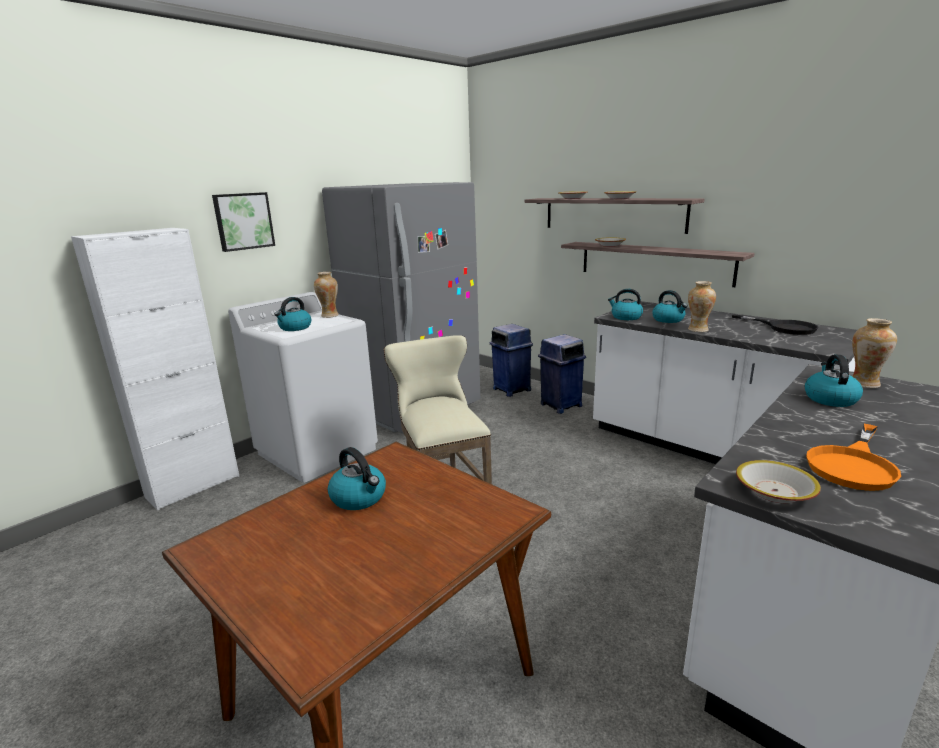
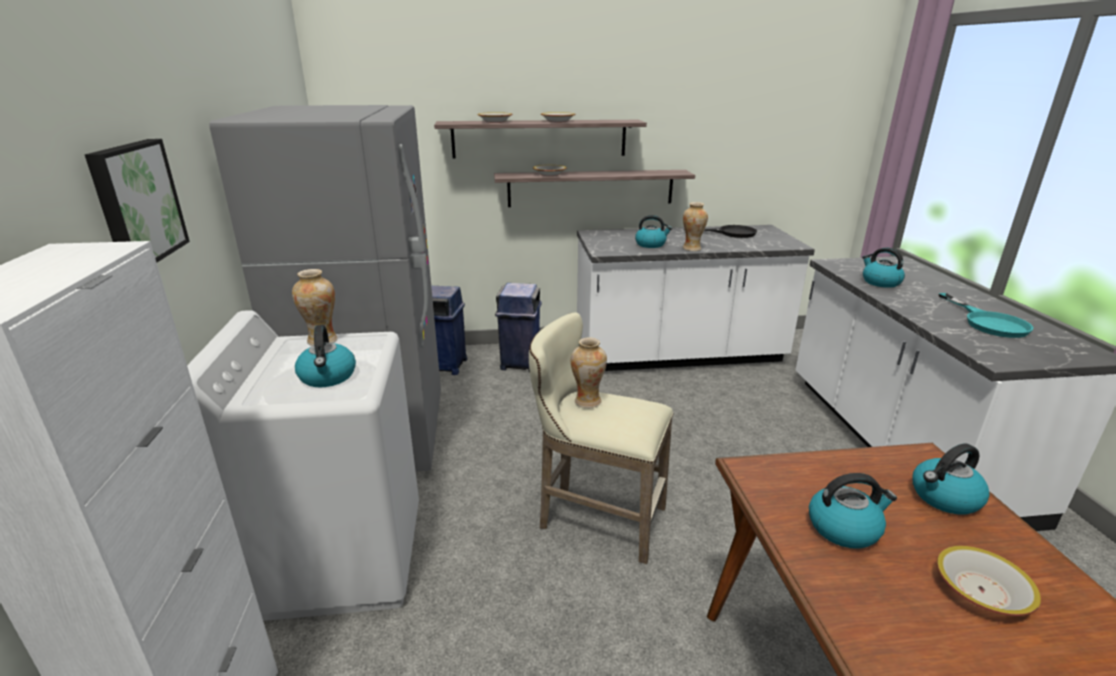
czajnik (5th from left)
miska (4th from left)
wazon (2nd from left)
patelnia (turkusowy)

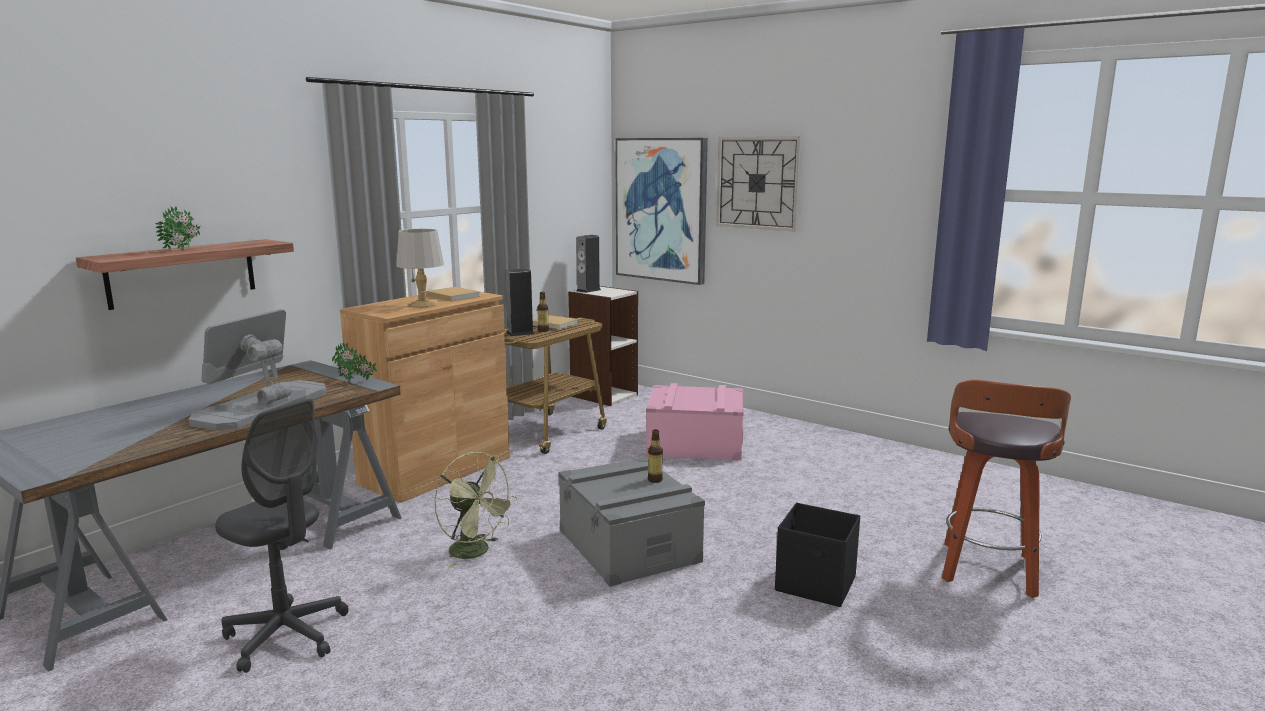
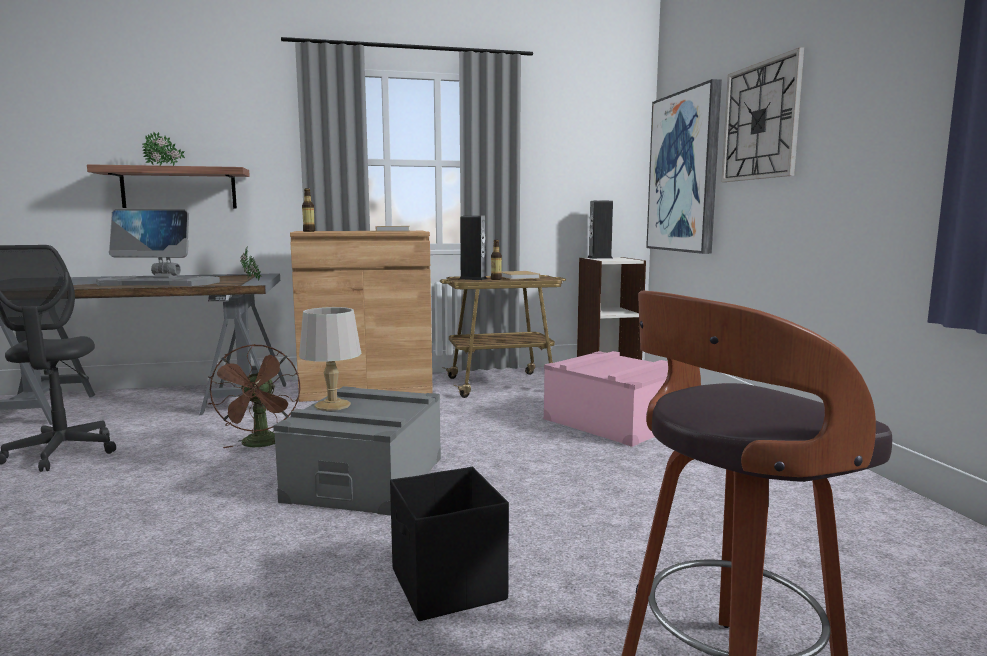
lampa stołowa (szary)
butelka (1st from left)
wentylator (brązowy)
monitor

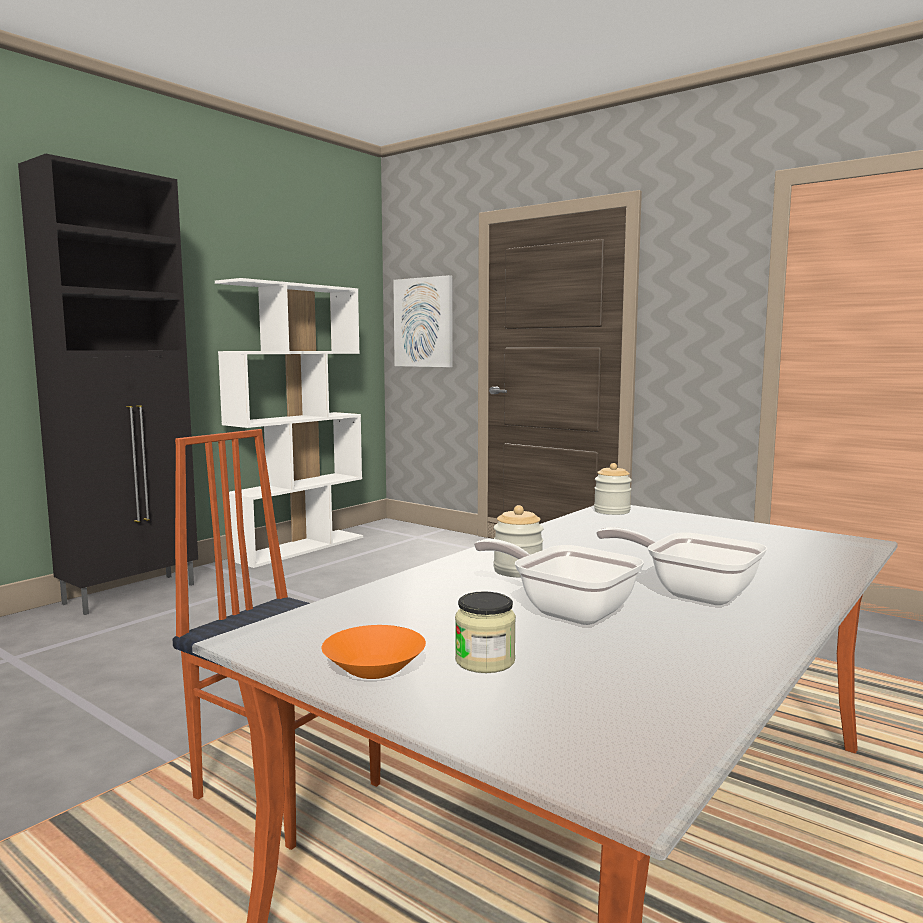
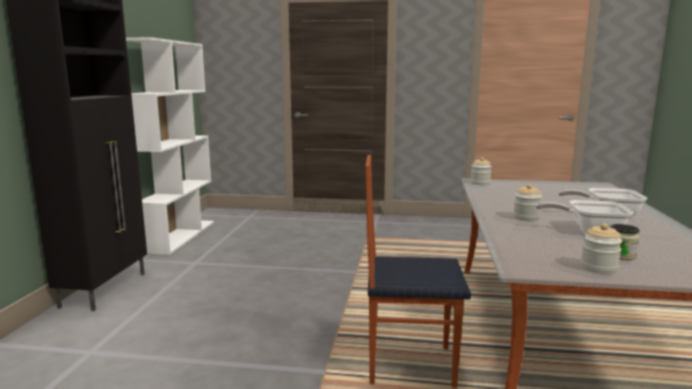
obraz
słoik (3rd from left)

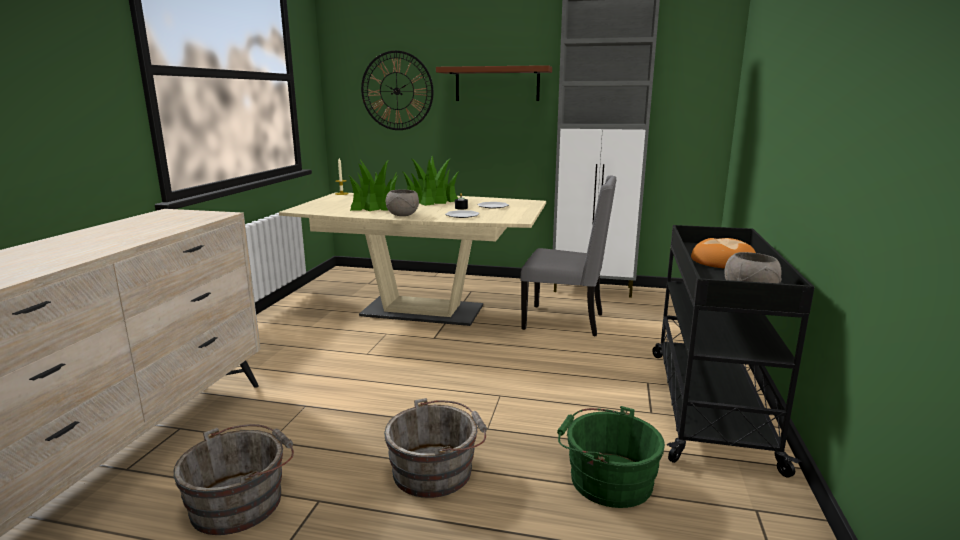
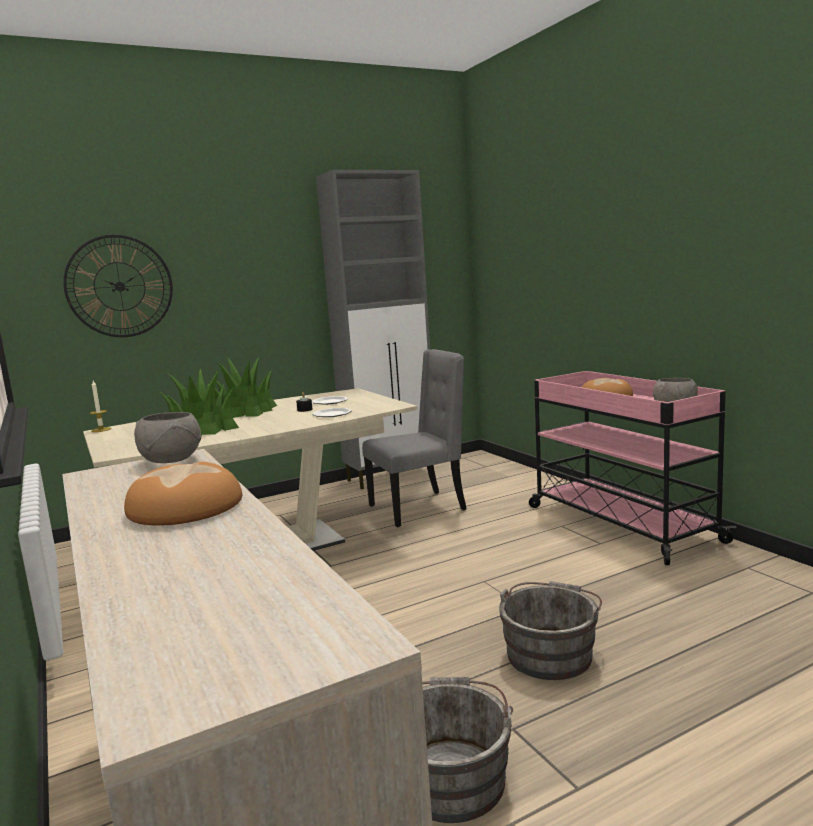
półka (brązowy)
wiadro (zielony)
chleb (1st from left)
miska (szary) (1st from left)
wózek (różowy)

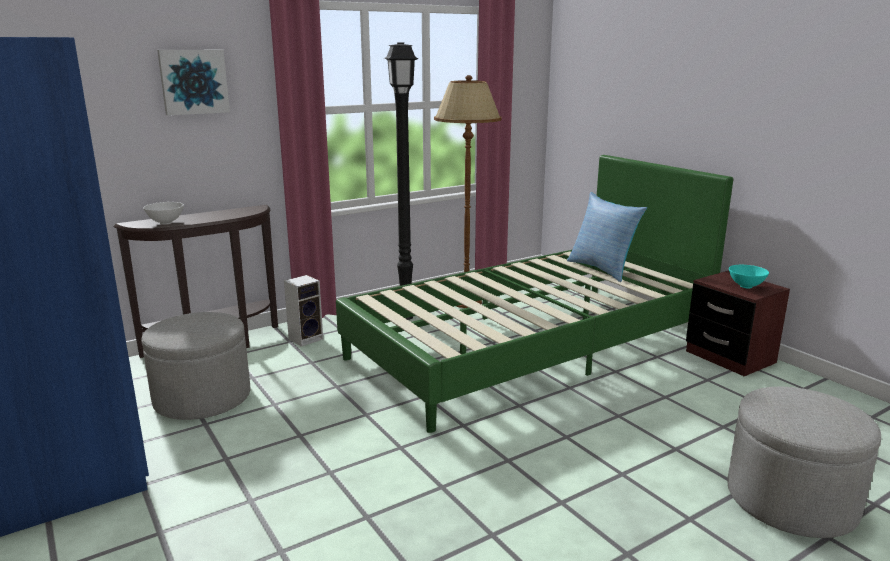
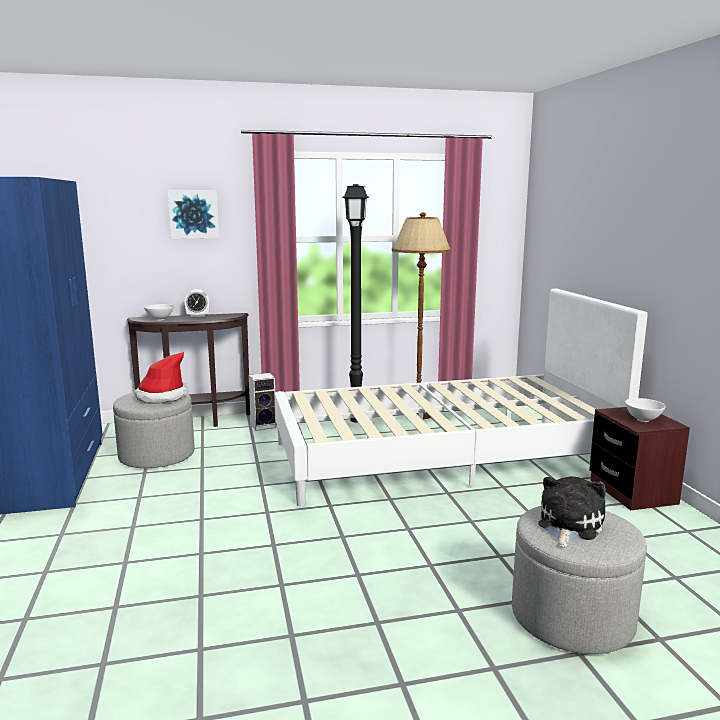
poduszka
kapelusz
budzik
pluszak
łóżko (biały)
miska (biały) (2nd from left)

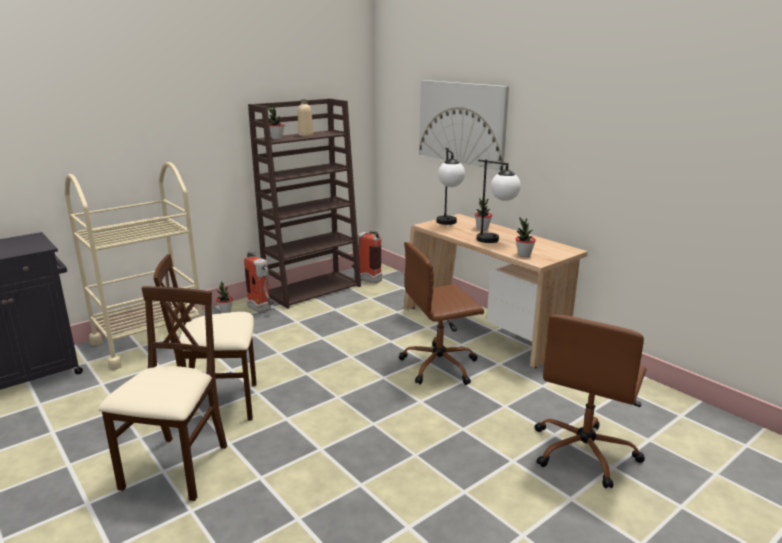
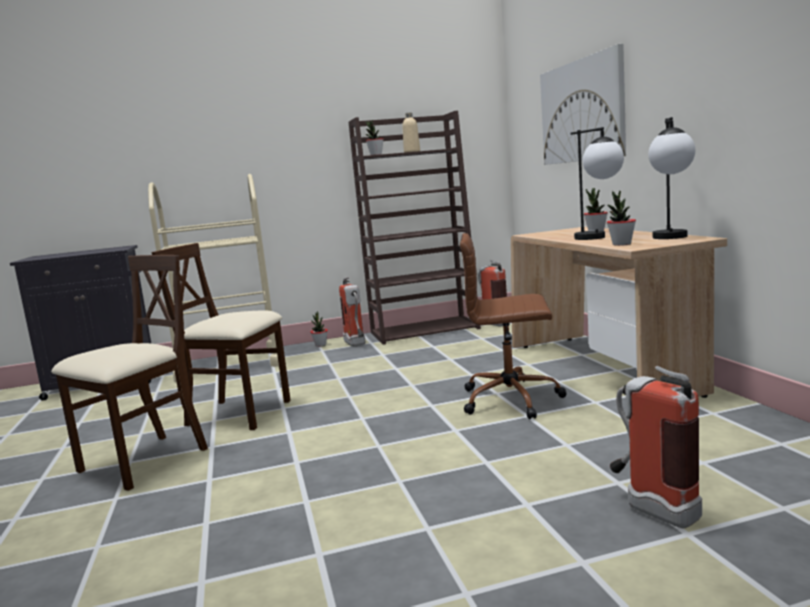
lampa stołowa (2nd from left)
gaśnica (3rd from left)

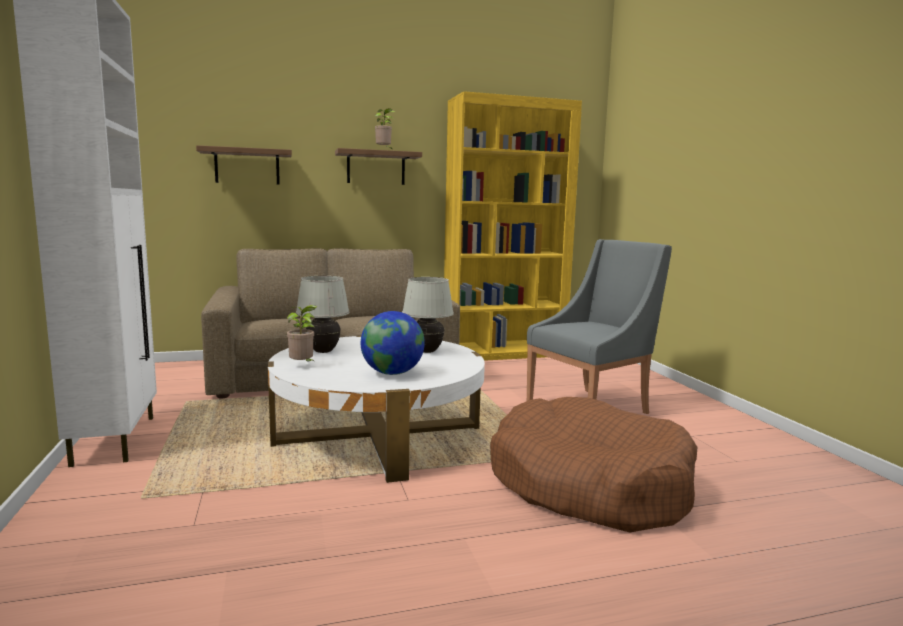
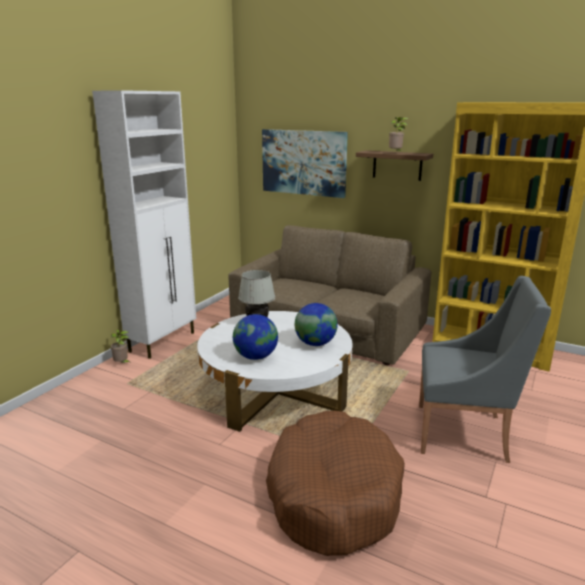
roślina doniczkowa (1st from left)
obraz
globus (2nd from left)

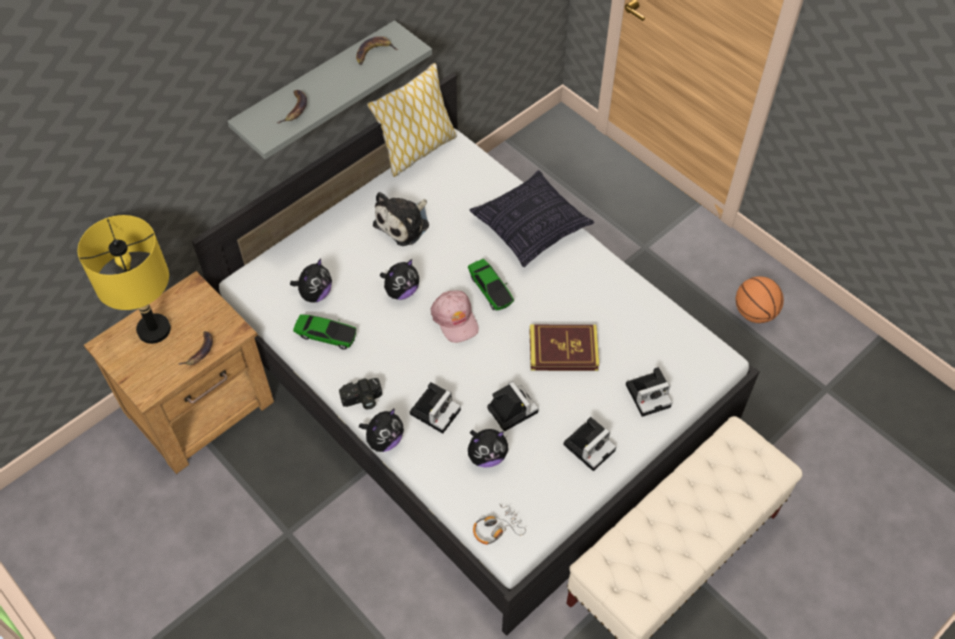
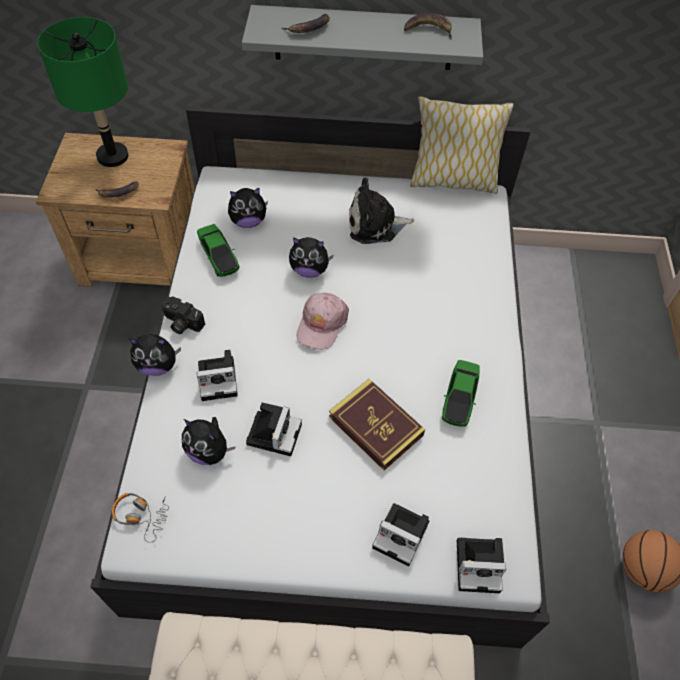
poduszka (2nd from left in the first image)
samochodzik (2nd from left)
aparat fotograficzny (5th from left)
lampa stołowa (zielony)

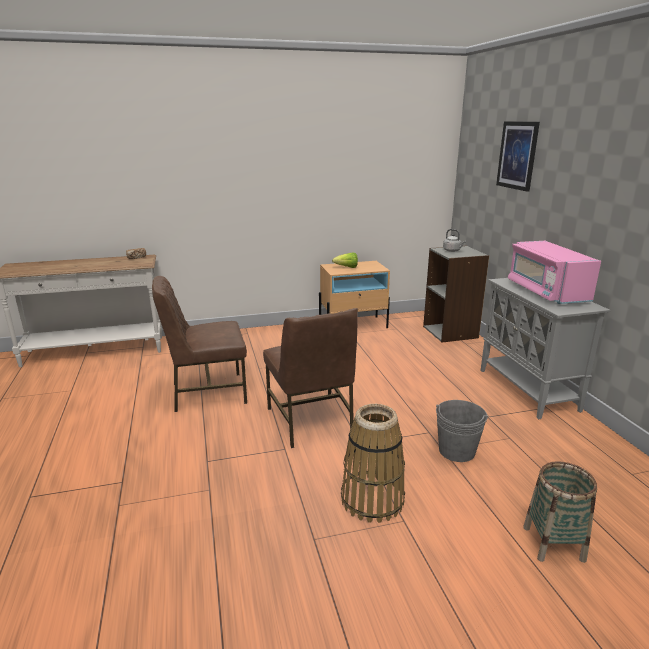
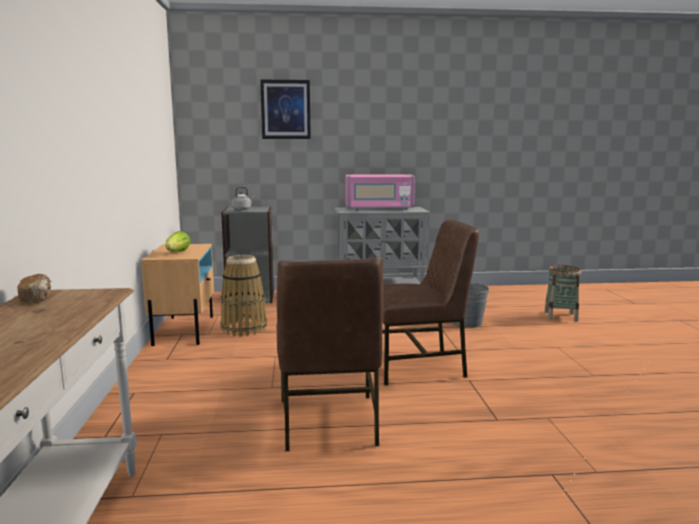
koszyk (1st from left)

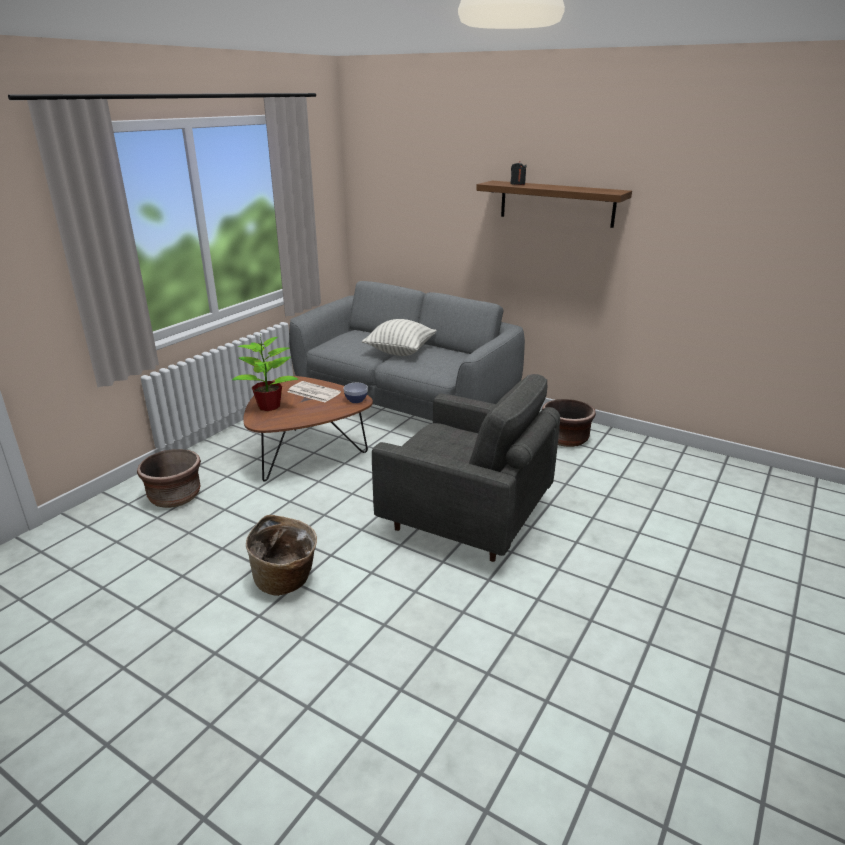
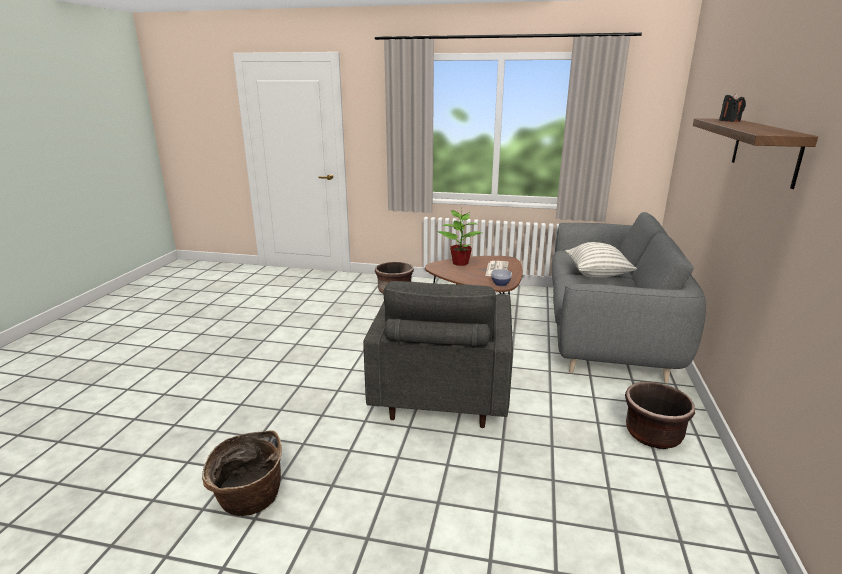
koszyk

